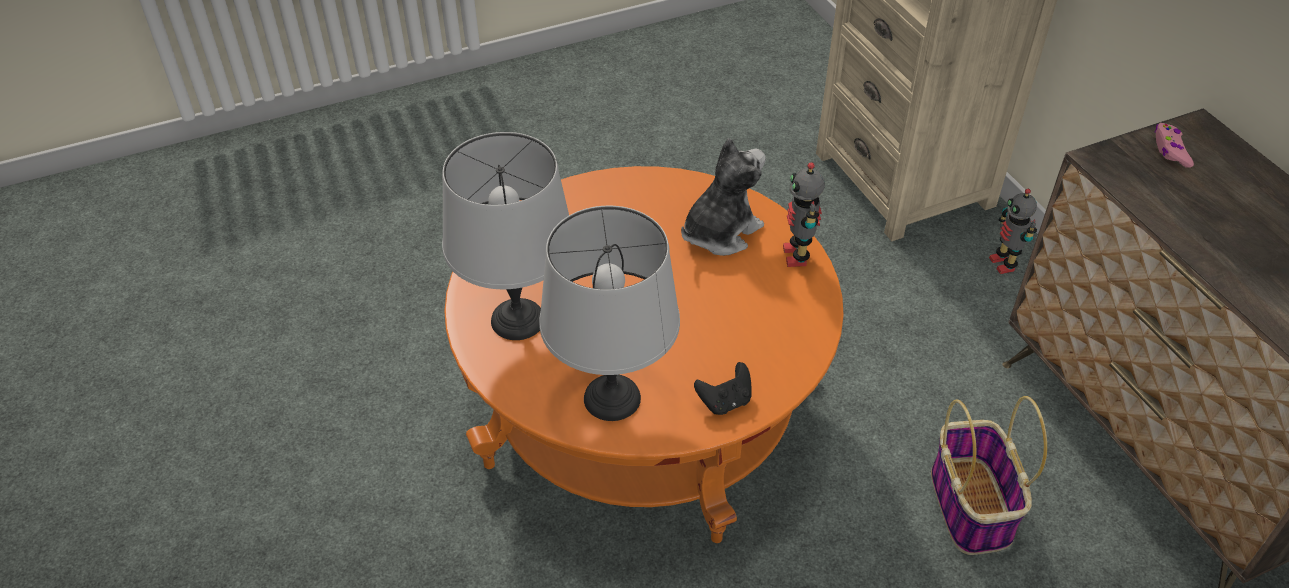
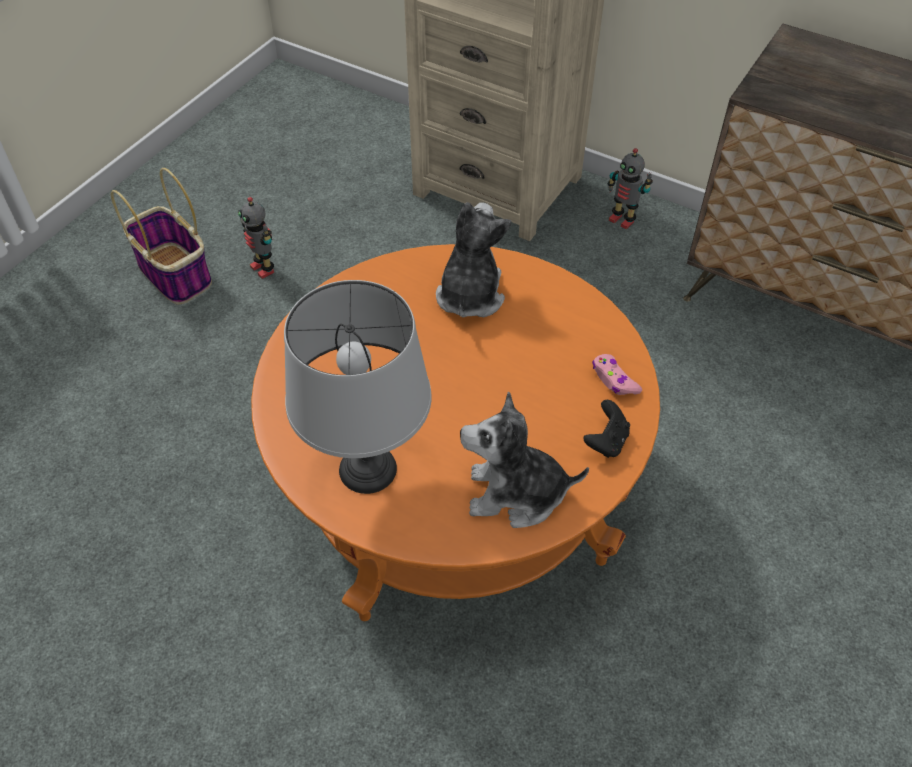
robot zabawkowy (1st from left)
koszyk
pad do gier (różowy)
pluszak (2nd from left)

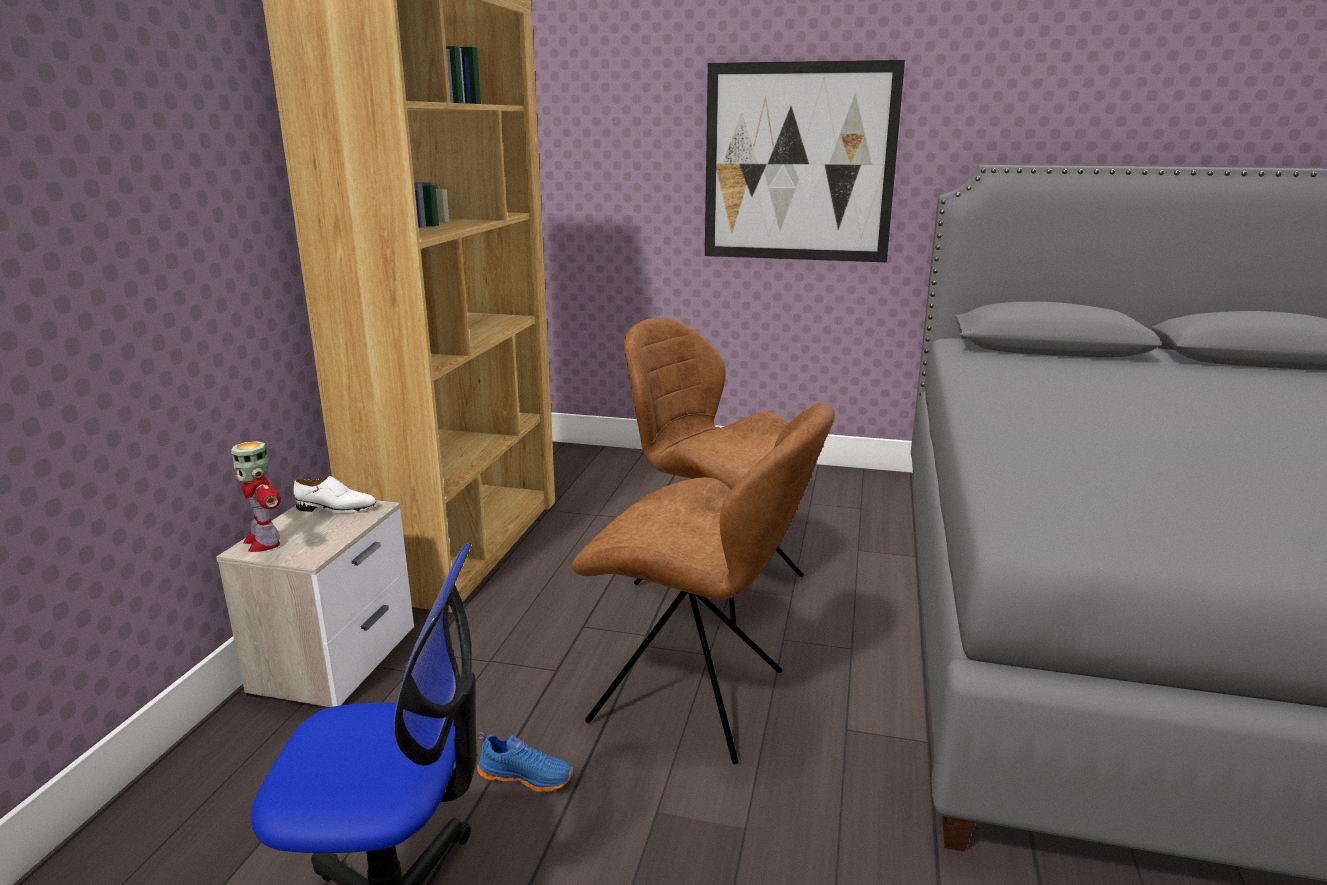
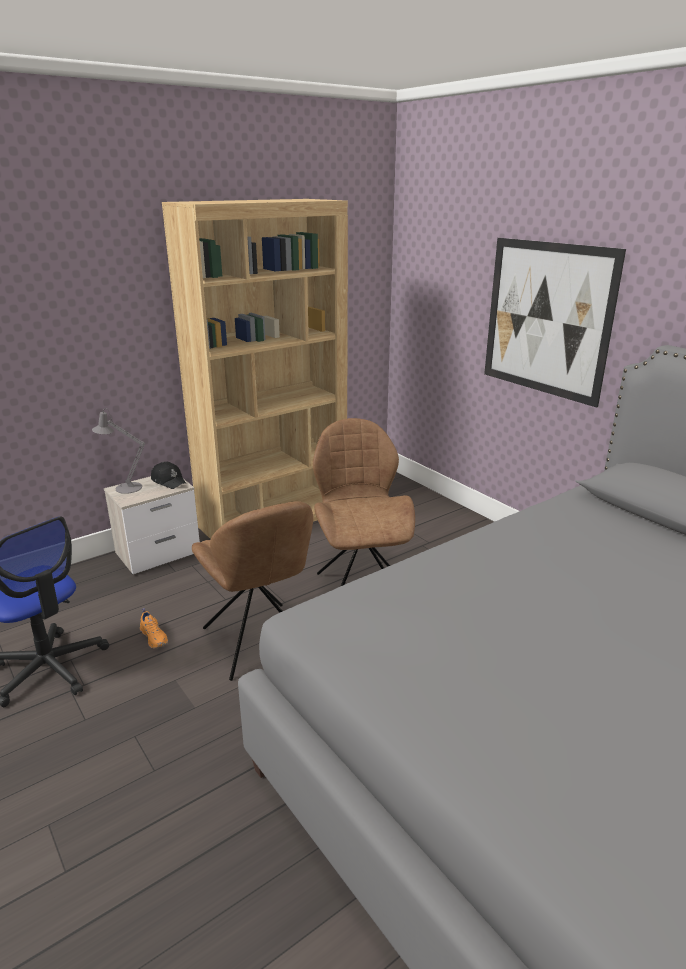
lampa stołowa (szary)
czapka z daszkiem (czarny)
but (pomarańczowy)

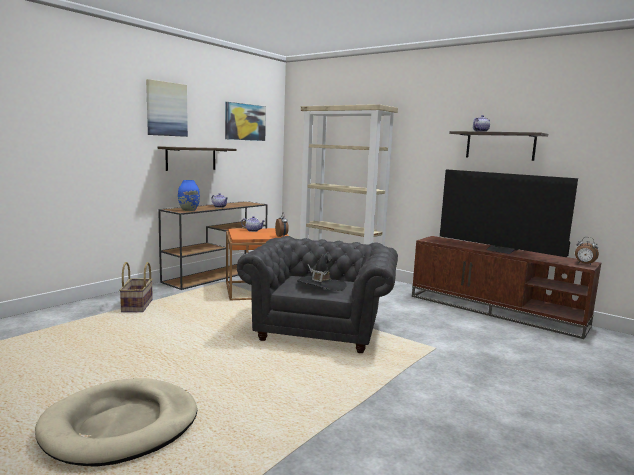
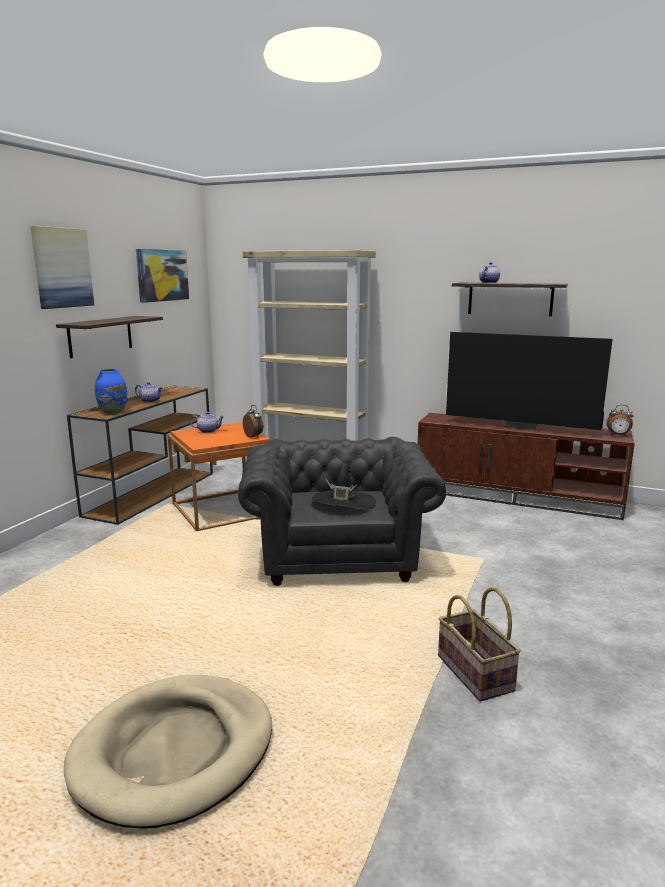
koszyk

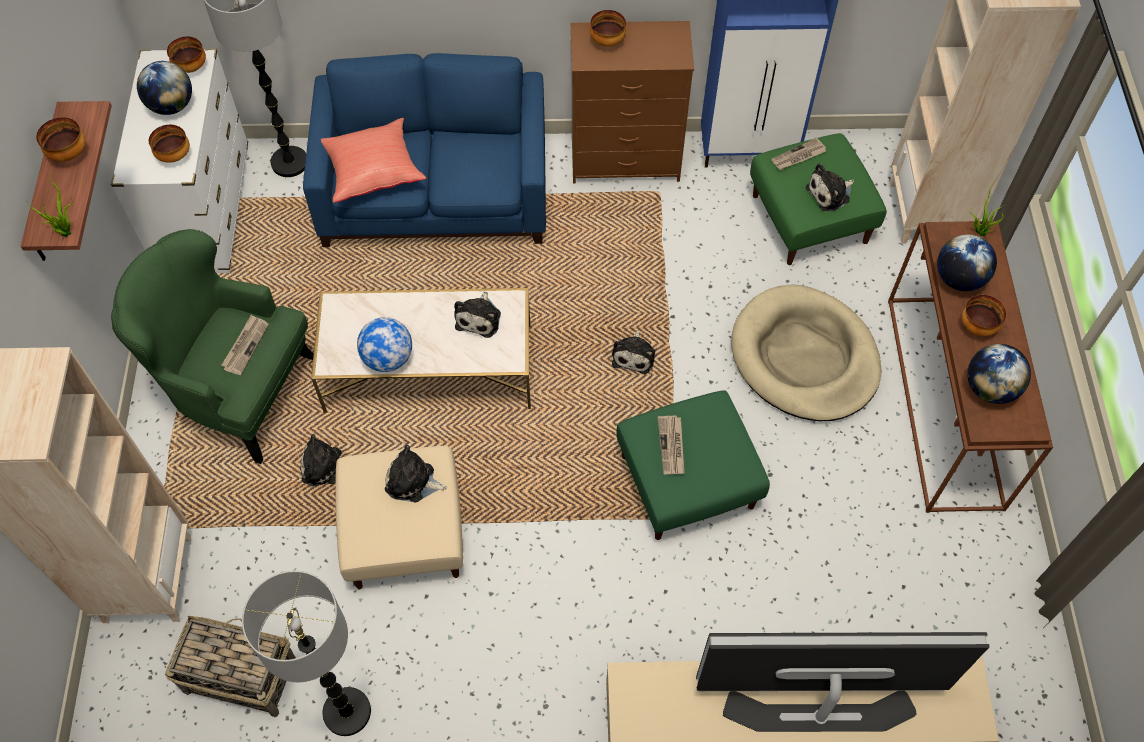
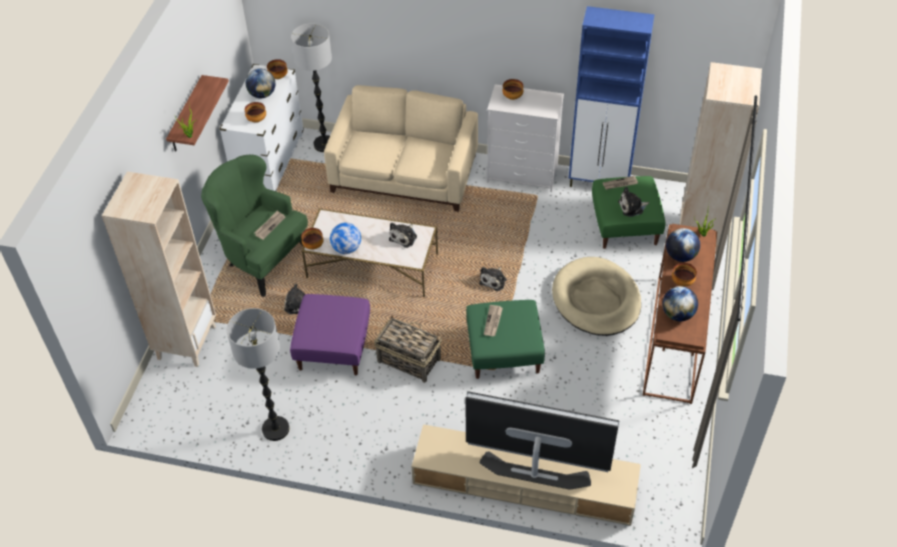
poduszka (czerwony)
pluszak (2nd from left in the first image)
miska (3rd from left)
koszyk
kanapa (beżowy)
pufa (fioletowy)
komoda (biały) (2nd from left)

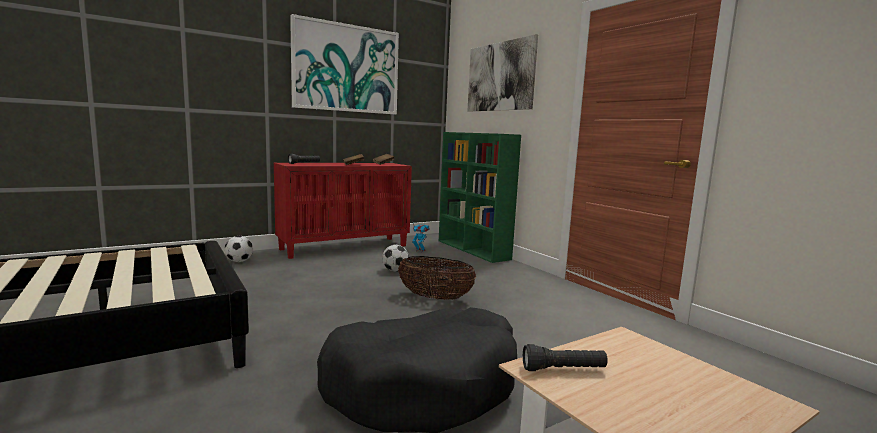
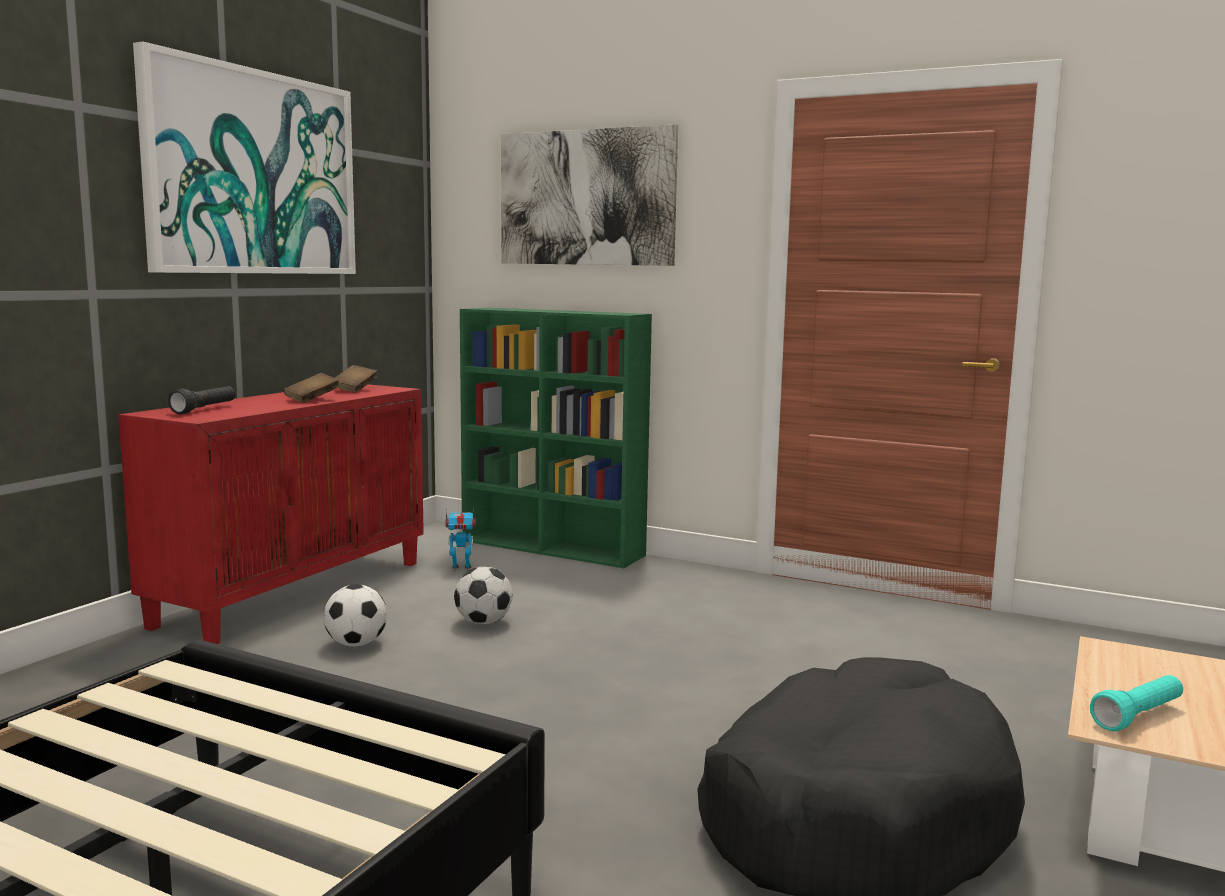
koszyk
piłka futbolowa (1st from left)
latarka (turkusowy)

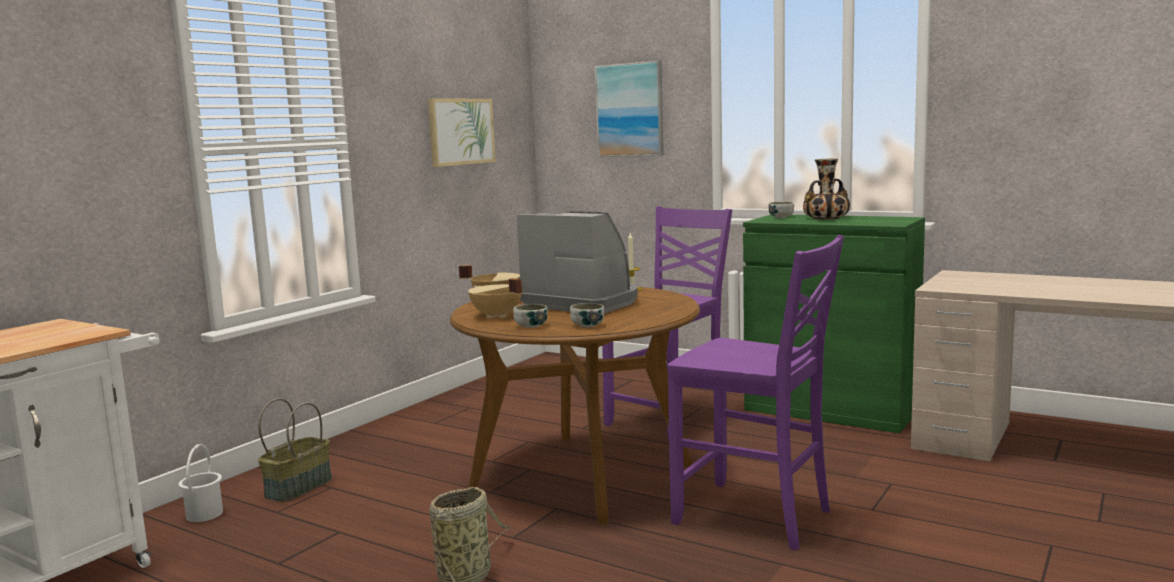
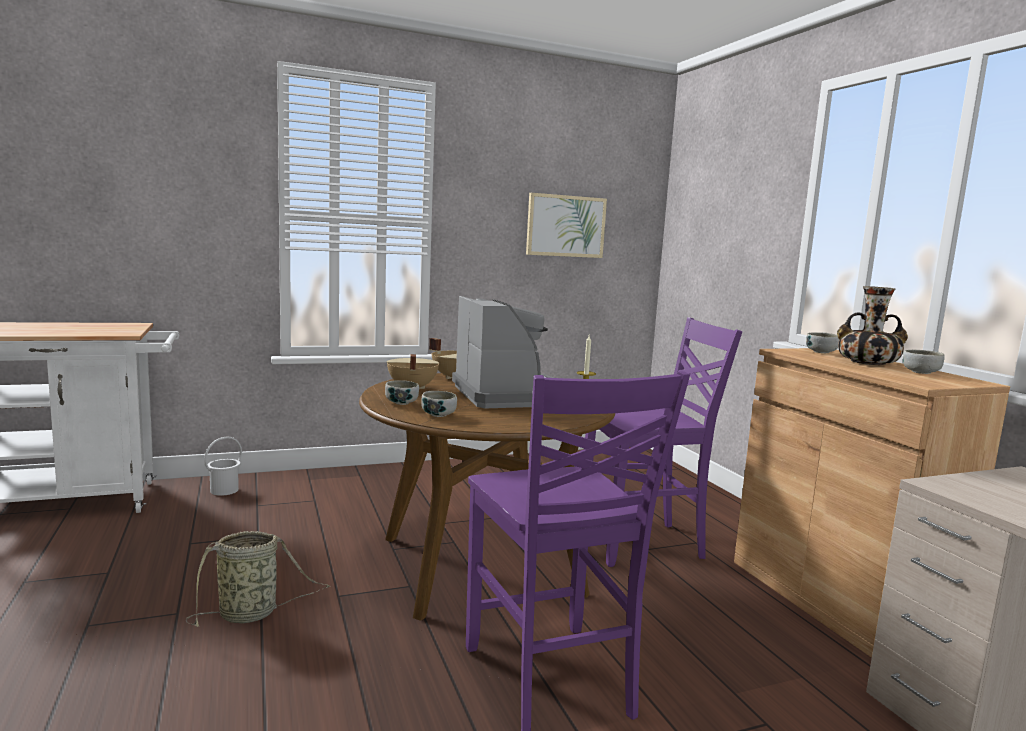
koszyk (1st from left in the first image)
obraz (2nd from left in the first image)
miska (4th from left)
szafka (brązowy)

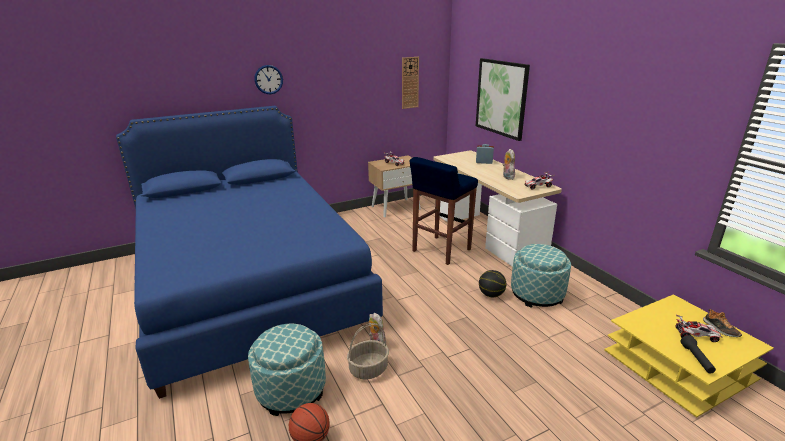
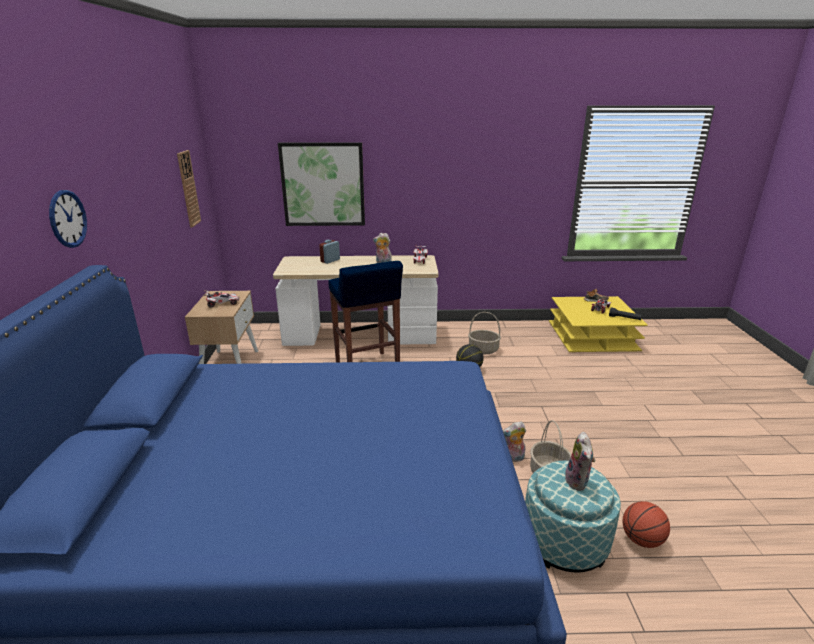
pluszak (3rd from left)
koszyk (1st from left)

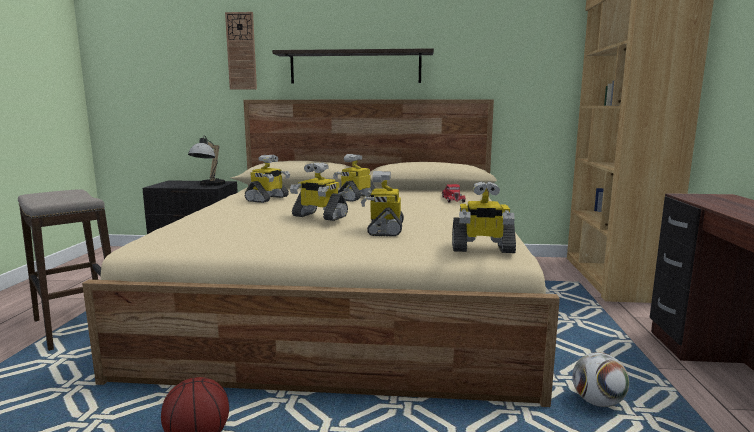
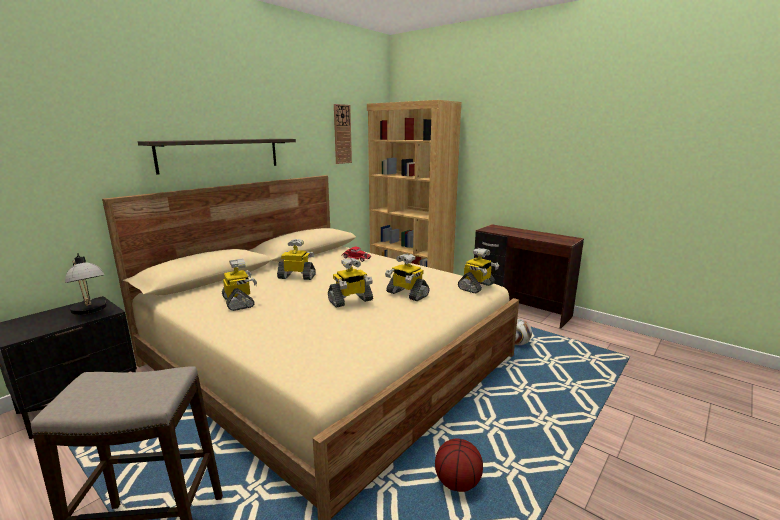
zegar ścienny
robot zabawkowy (2nd from left)

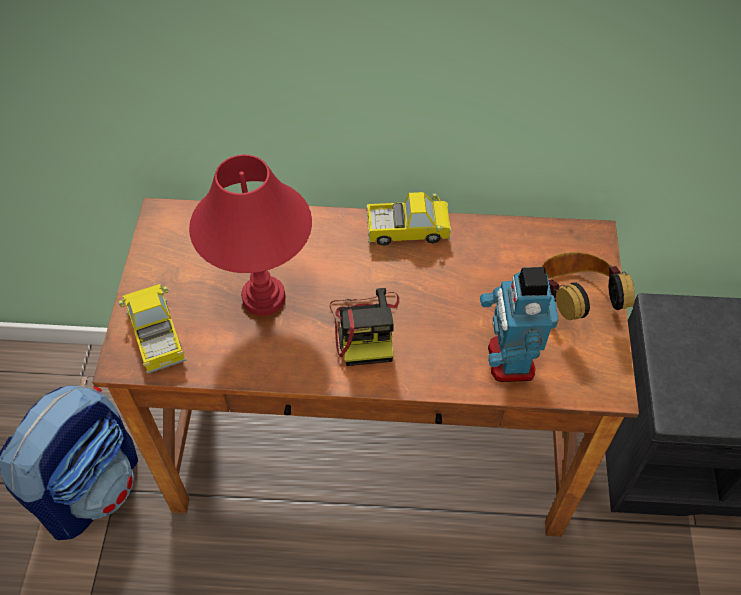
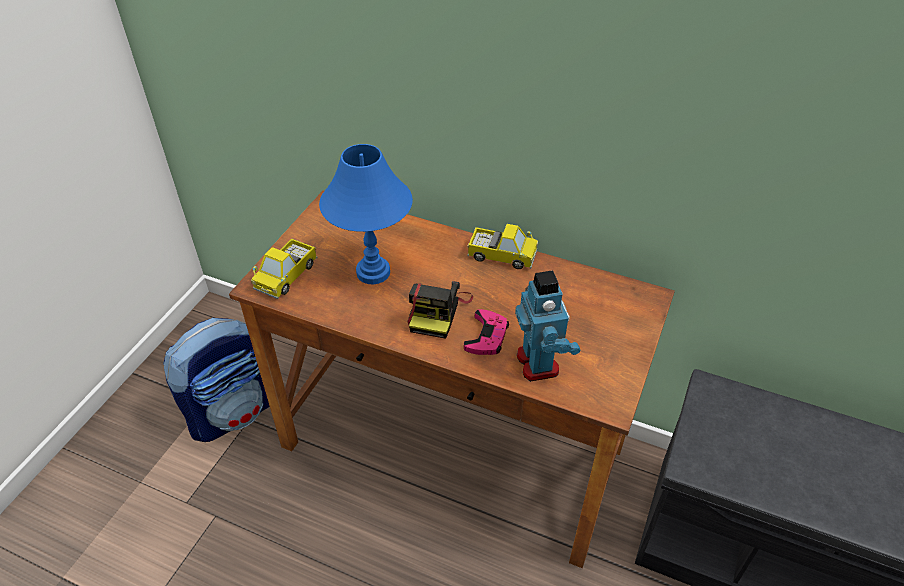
słuchawki
pad do gier (różowy)
lampa stołowa (niebieski)
ciężarówka zabawkowa (1st from left)
robot zabawkowy

